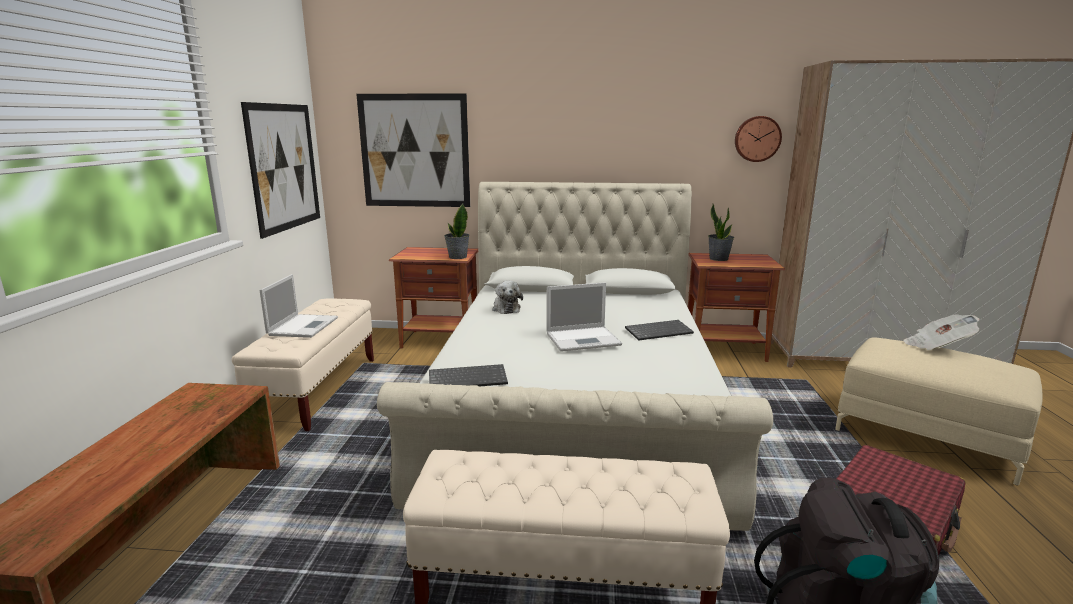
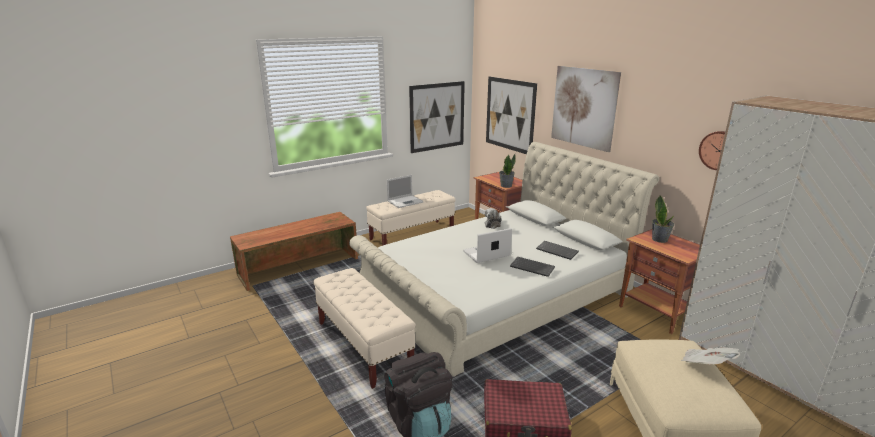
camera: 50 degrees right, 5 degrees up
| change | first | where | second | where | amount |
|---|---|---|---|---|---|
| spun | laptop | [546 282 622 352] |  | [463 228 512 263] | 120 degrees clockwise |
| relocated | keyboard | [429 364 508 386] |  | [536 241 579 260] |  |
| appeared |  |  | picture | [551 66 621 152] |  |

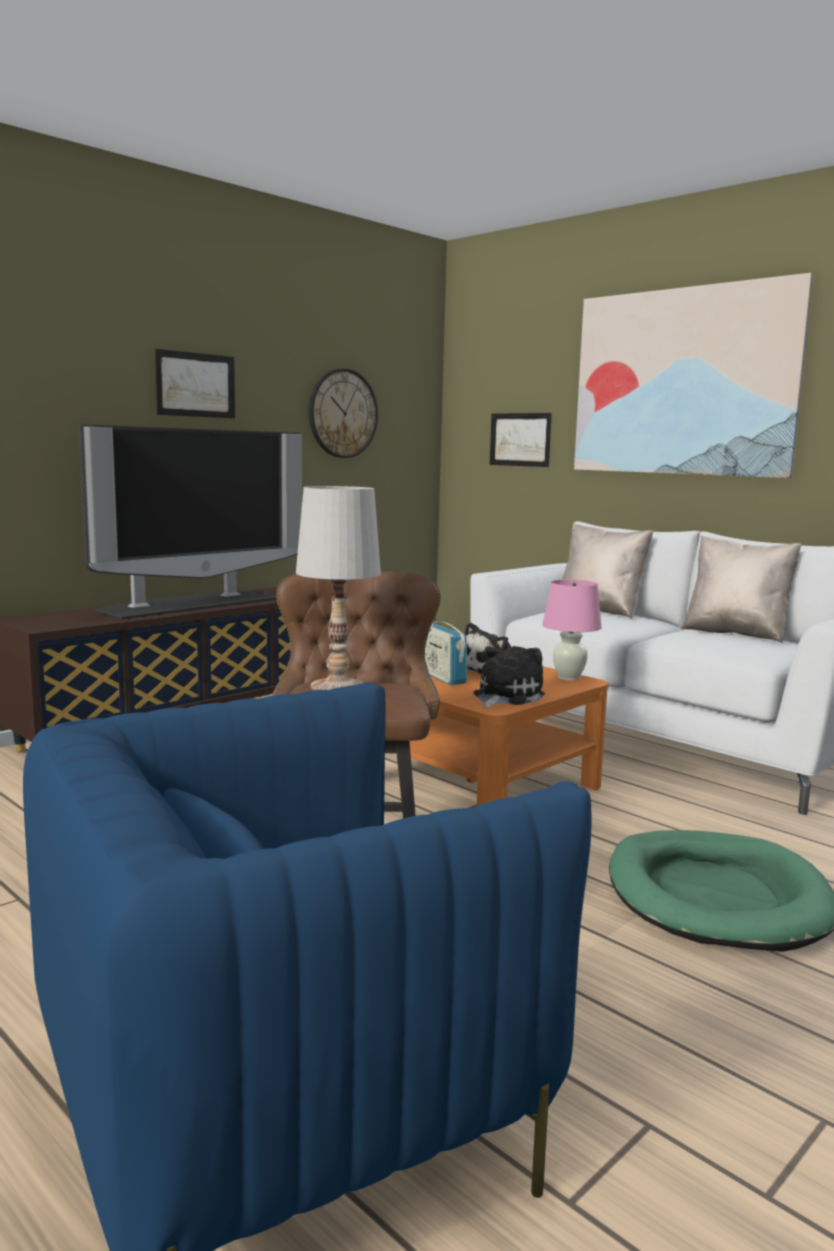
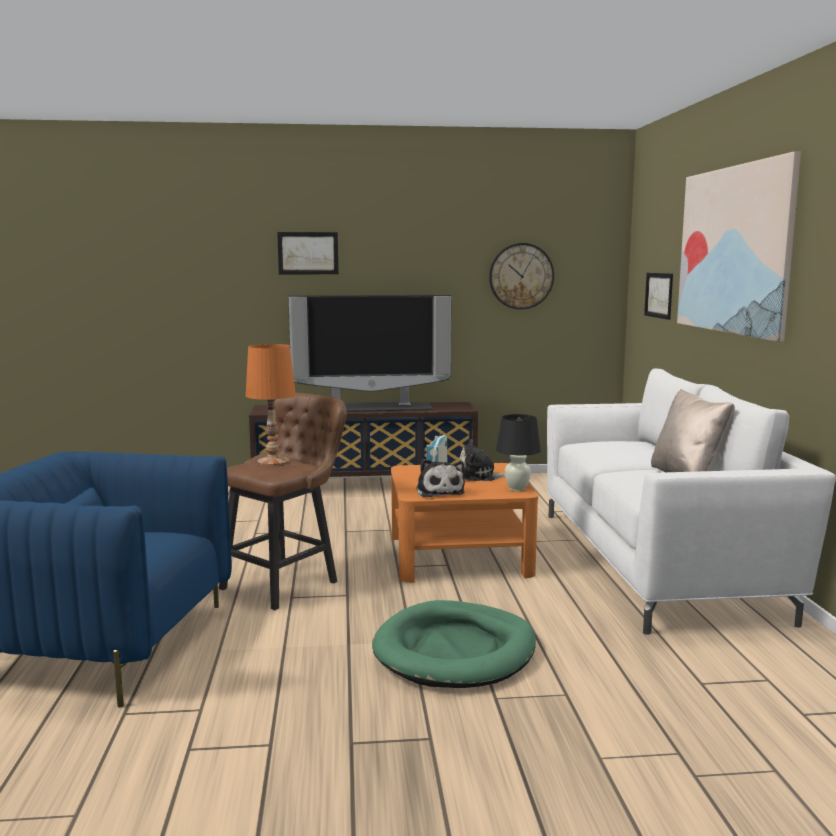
camera: 40 degrees right, 0 degrees up
| change | first | where | second | where | amount |
|---|---|---|---|---|---|
| relocated | picture | [155 349 235 418] |  | [277 232 338 274] |  |
| colour | white_table_lamp | [296 486 381 690] | orange_table_lamp | [246 344 296 466] |  |
| missing | beige_pillow | [562 524 653 618] |  |  |  |
| colour | pink_table_lamp | [543 579 602 681] | black_table_lamp | [496 414 541 491] |  |
| spun | plush_toy | [473 646 545 708] |  | [416 459 465 498] | 90 degrees clockwise |

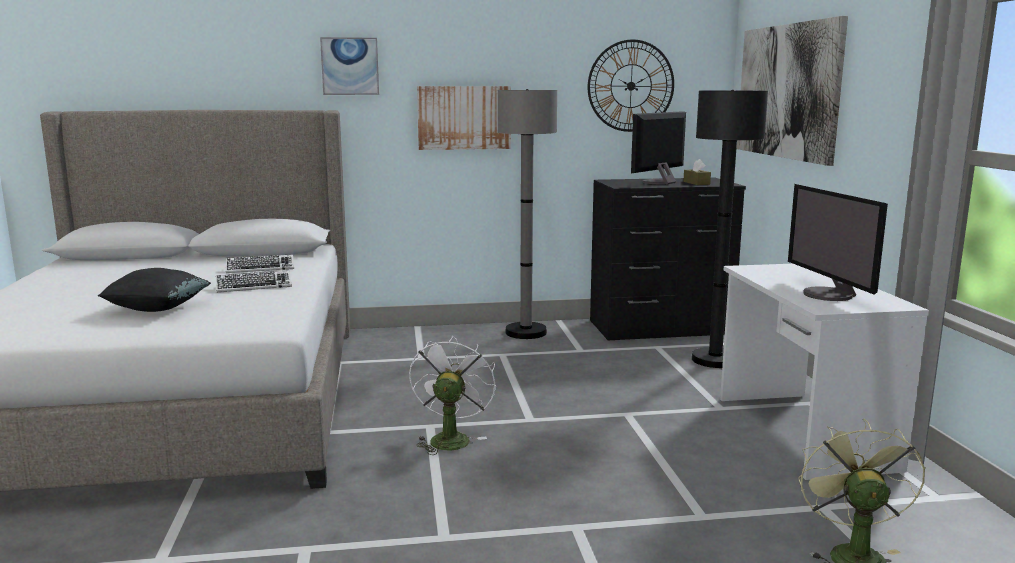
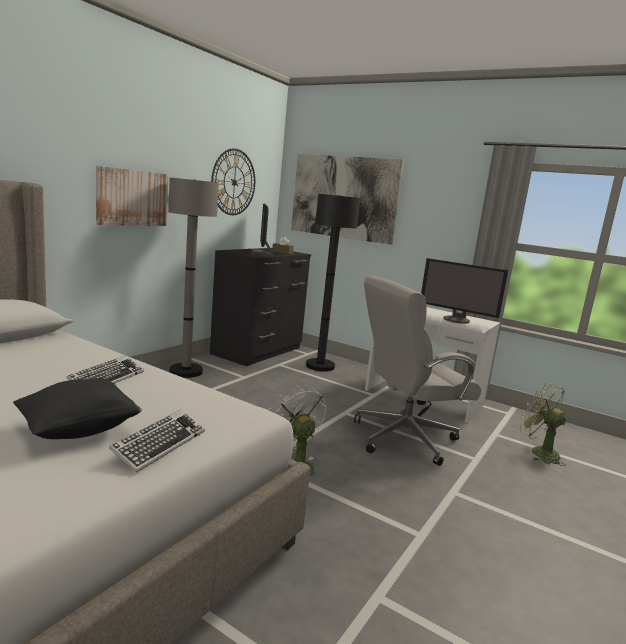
camera: 50 degrees left, 0 degrees up
| change | first | where | second | where | amount |
|---|---|---|---|---|---|
| missing | picture | [320 37 379 95] |  |  |  |
| relocated | keyboard | [226 254 294 273] |  | [109 410 205 473] |  |
| appeared |  |  | grey_office_chair | [354 276 481 466] |  |

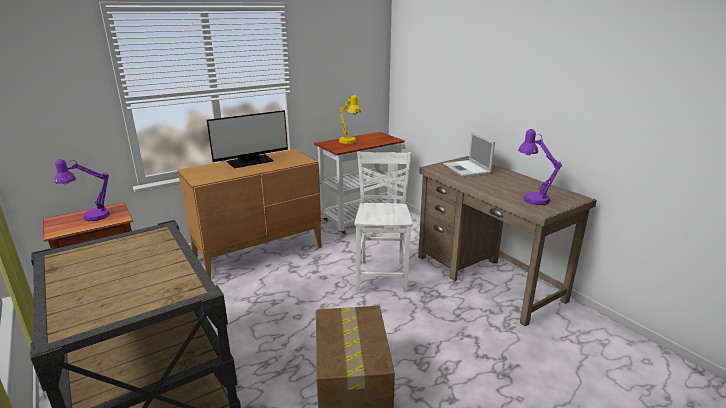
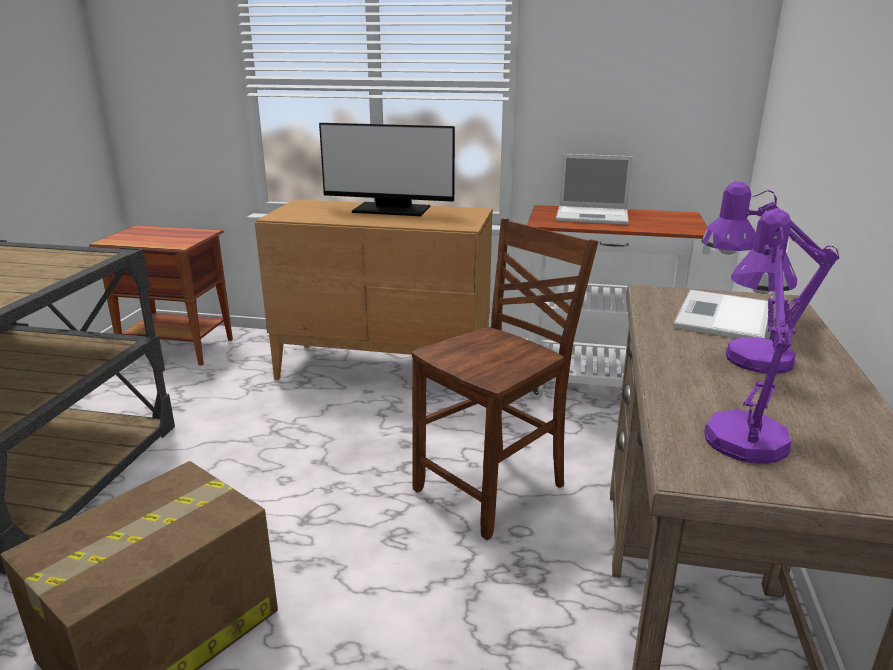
camera: 45 degrees right, 0 degrees up
| change | first | where | second | where | amount |
|---|---|---|---|---|---|
| exchanged | yellow_table_lamp | [339 95 361 144] | laptop | [556 154 633 225] |  |
| colour | white_chair | [354 151 413 292] | brown_chair | [412 218 598 540] |  |
| relocated | purple_table_lamp | [54 159 110 221] |  | [701 181 839 374] |  |

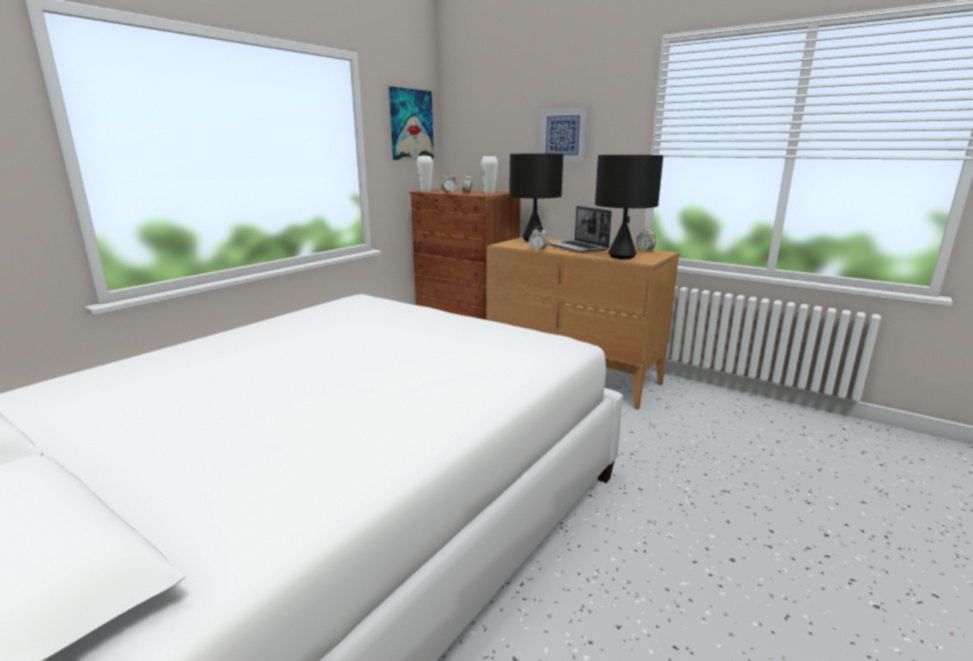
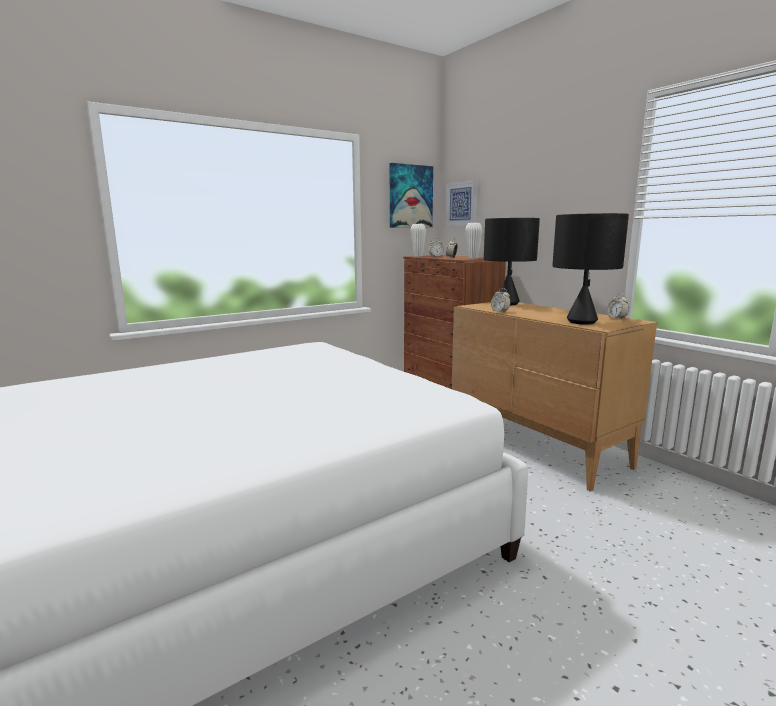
camera: 20 degrees right, 5 degrees down
| change | first | where | second | where | amount |
|---|---|---|---|---|---|
| relocated | picture | [539 107 588 162] |  | [445 180 478 226] |  |
| missing | laptop | [548 206 612 253] |  |  |  |

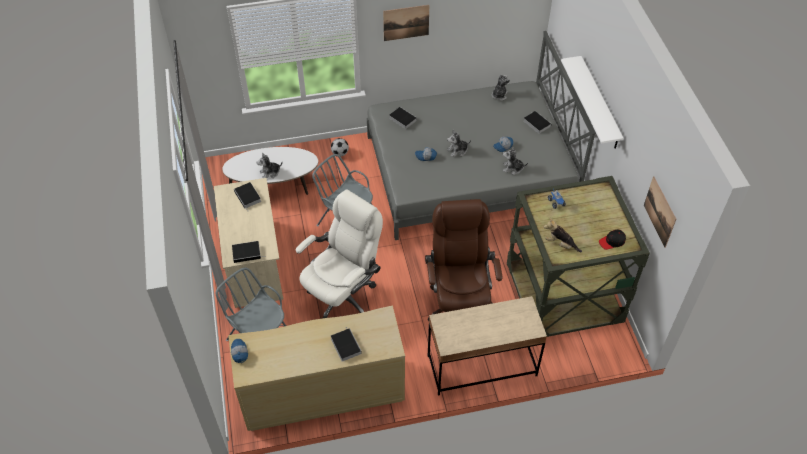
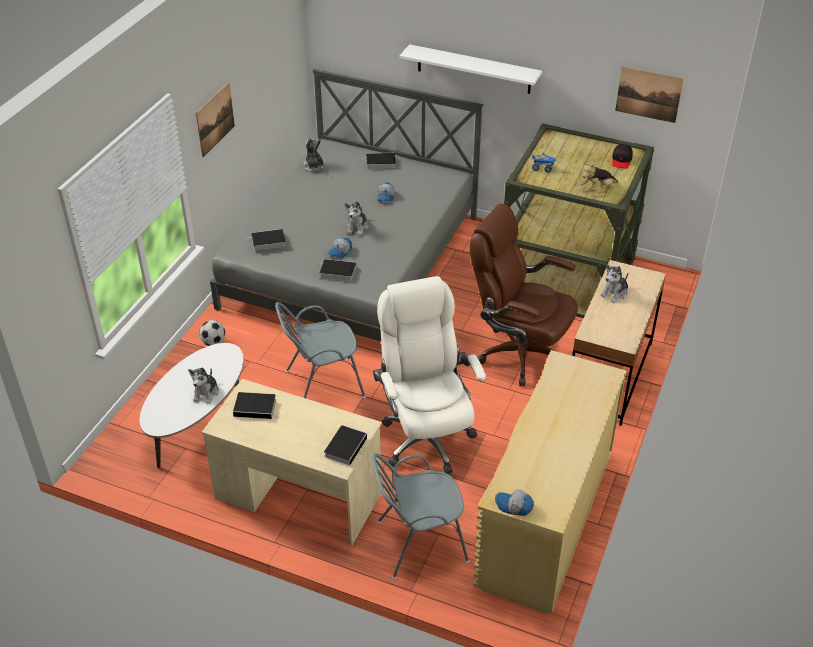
camera: 55 degrees left, 10 degrees down
| change | first | where | second | where | amount |
|---|---|---|---|---|---|
| relocated | plush_toy | [503 147 528 175] |  | [600 264 628 303] |  |
| relocated | book | [331 328 362 362] |  | [319 259 356 281] |  |

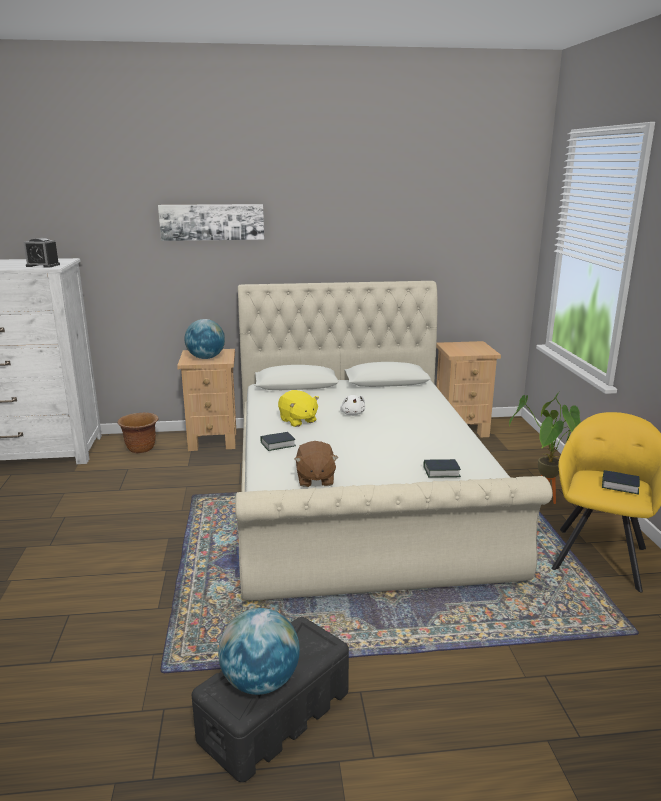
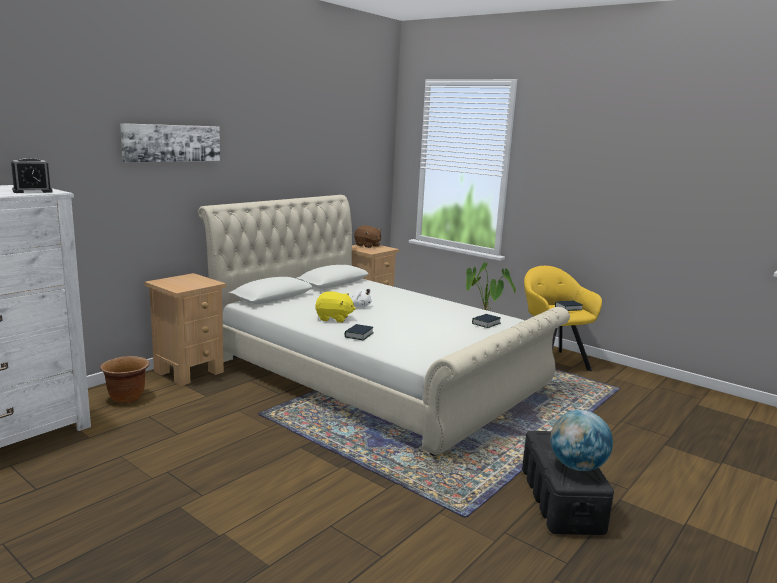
camera: 45 degrees left, 5 degrees down
| change | first | where | second | where | amount |
|---|---|---|---|---|---|
| missing | globe | [184 319 225 359] |  |  |  |
| relocated | brown_plush_toy | [295 441 338 487] |  | [354 225 382 248] |  |

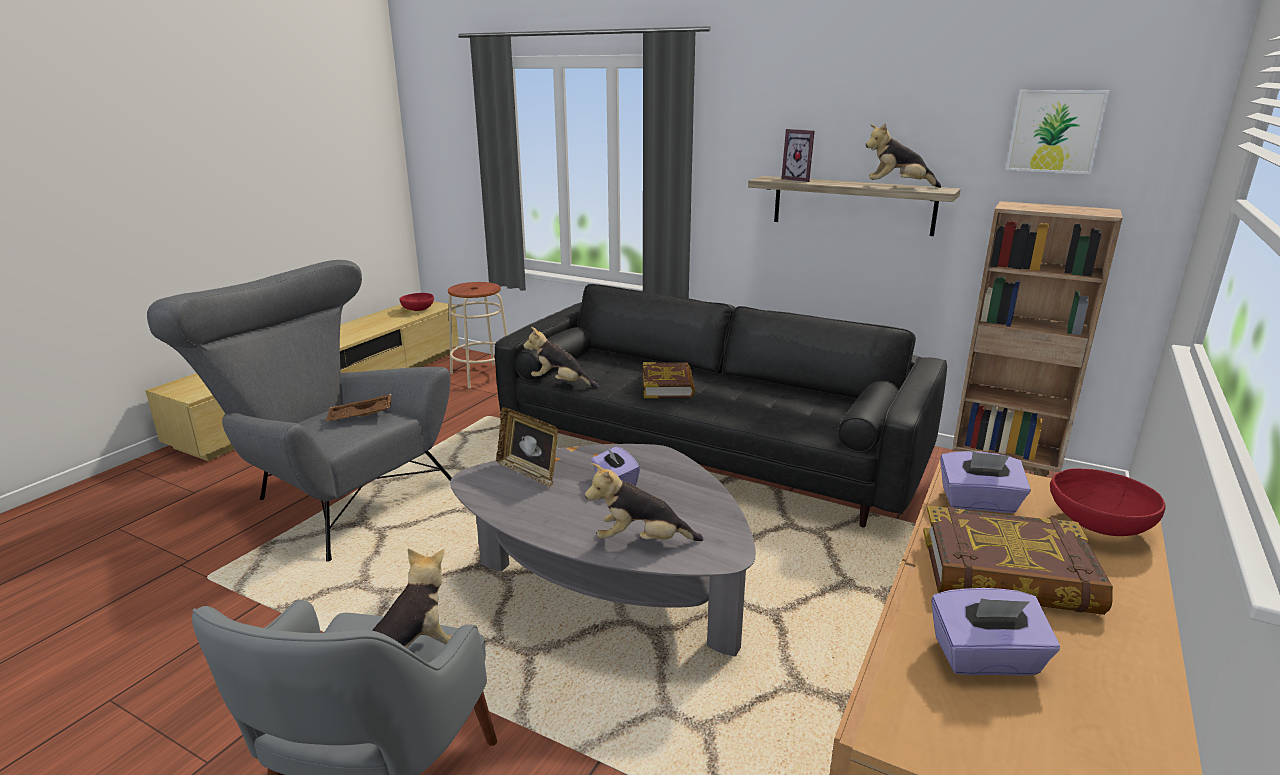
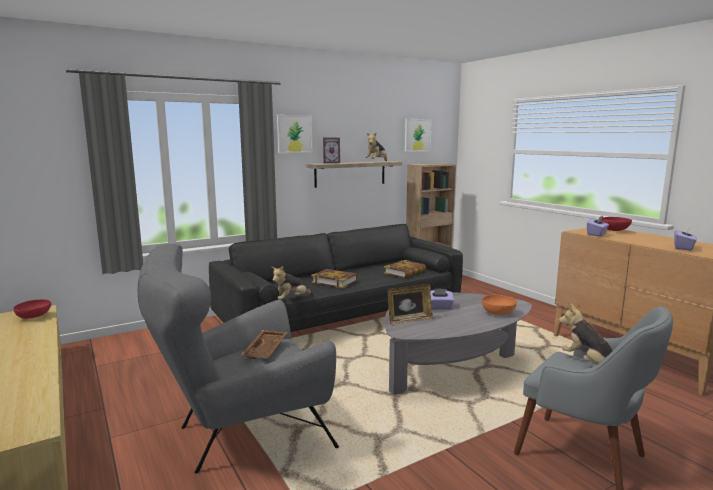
camera: 60 degrees left, 10 degrees down
| change | first | where | second | where | amount |
|---|---|---|---|---|---|
| missing | beige_stool | [448 282 507 388] |  |  |  |
| exchanged | plush_toy | [585 463 704 541] | orange_bowl | [482 295 517 315] |  |
| relocated | book | [923 506 1113 615] |  | [384 260 426 278] |  |
| appeared |  |  | picture | [277 115 313 153] |  |

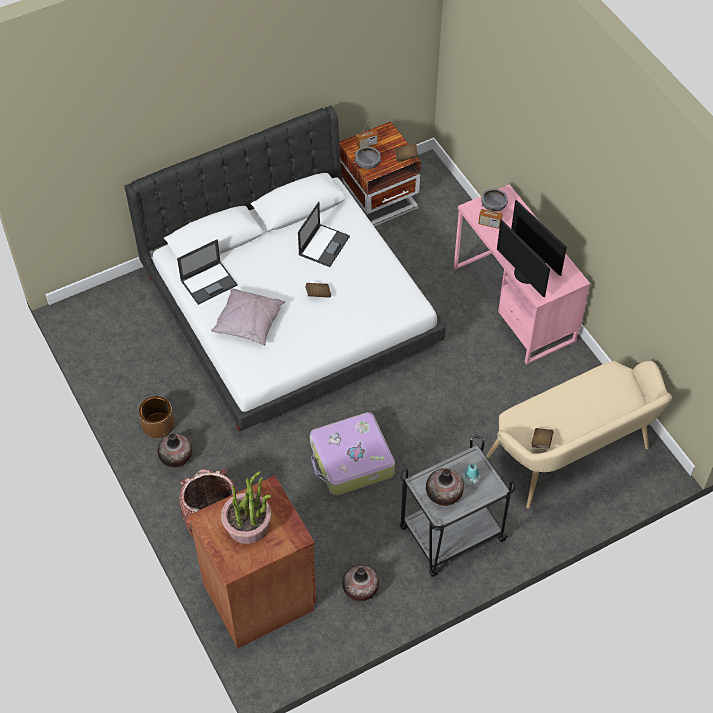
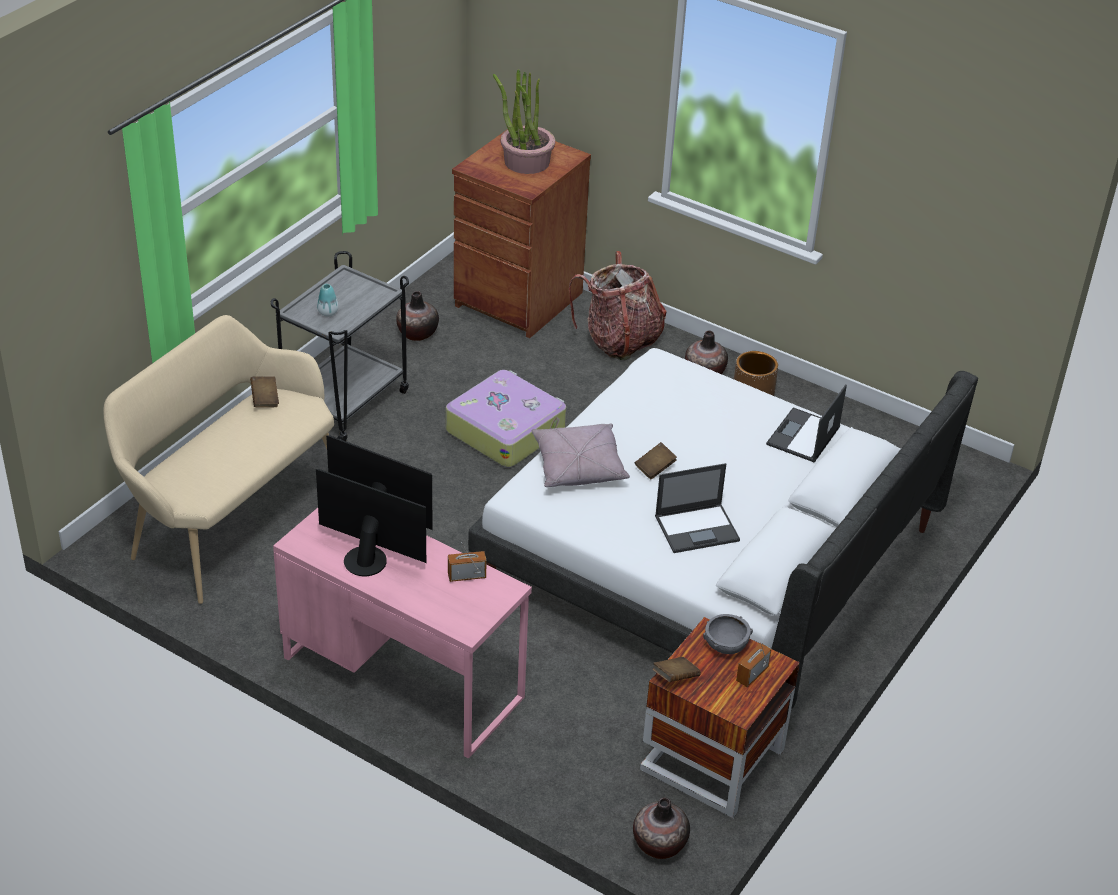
camera: 150 degrees right, 15 degrees down
| change | first | where | second | where | amount |
|---|---|---|---|---|---|
| missing | grey_bowl | [481 188 509 212] |  |  |  |
| spun | laptop | [298 202 350 267] |  | [655 463 740 553] | 105 degrees counterclockwise |
| relocated | purple_pillow | [211 288 285 346] |  | [532 423 630 487] |  |
| relocated | vase | [426 468 464 506] |  | [633 798 690 859] |  |

